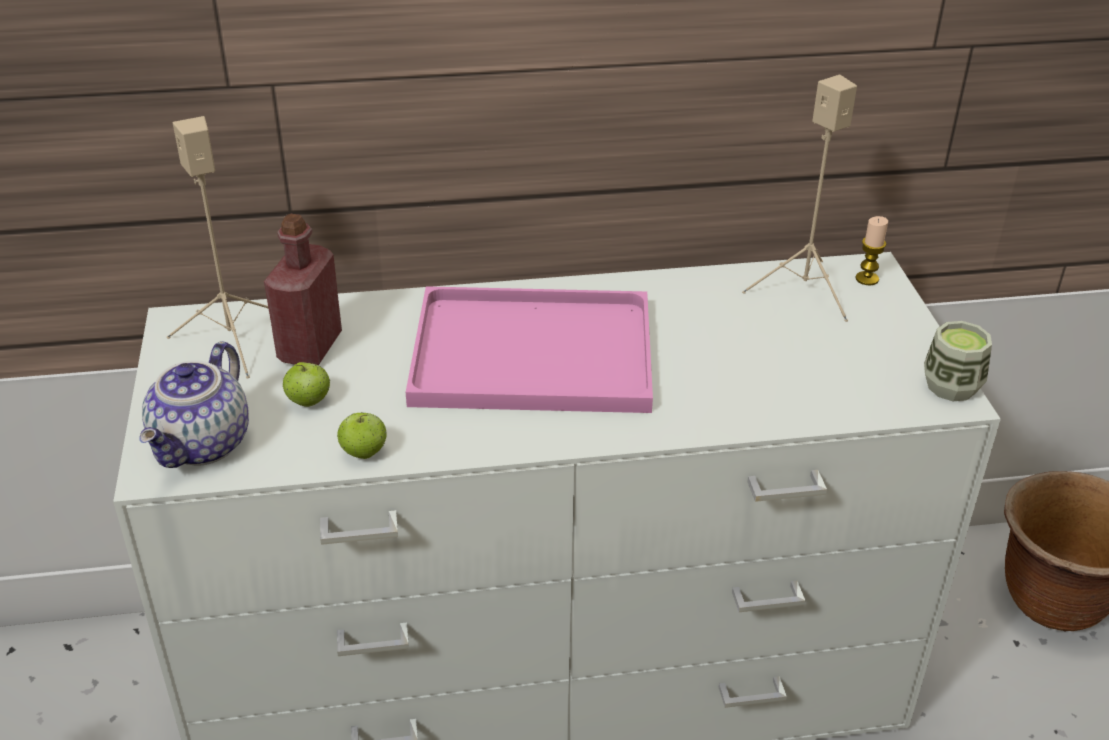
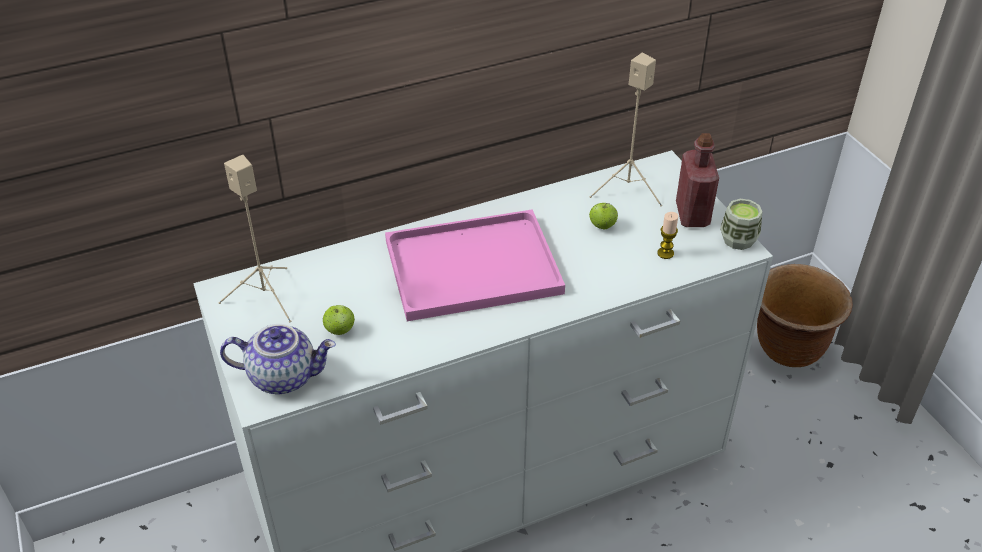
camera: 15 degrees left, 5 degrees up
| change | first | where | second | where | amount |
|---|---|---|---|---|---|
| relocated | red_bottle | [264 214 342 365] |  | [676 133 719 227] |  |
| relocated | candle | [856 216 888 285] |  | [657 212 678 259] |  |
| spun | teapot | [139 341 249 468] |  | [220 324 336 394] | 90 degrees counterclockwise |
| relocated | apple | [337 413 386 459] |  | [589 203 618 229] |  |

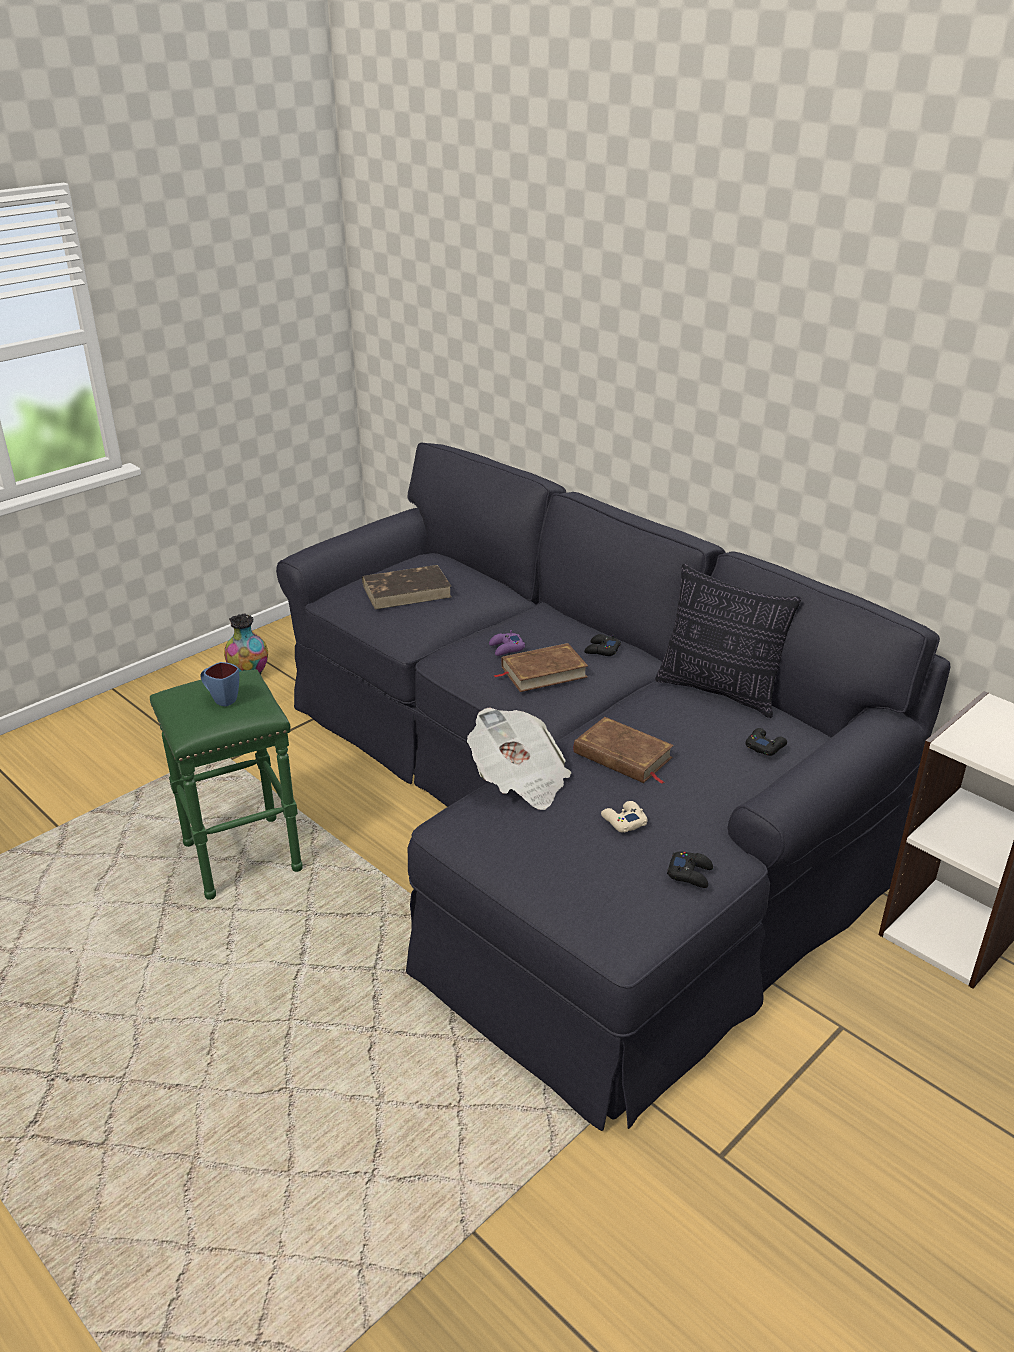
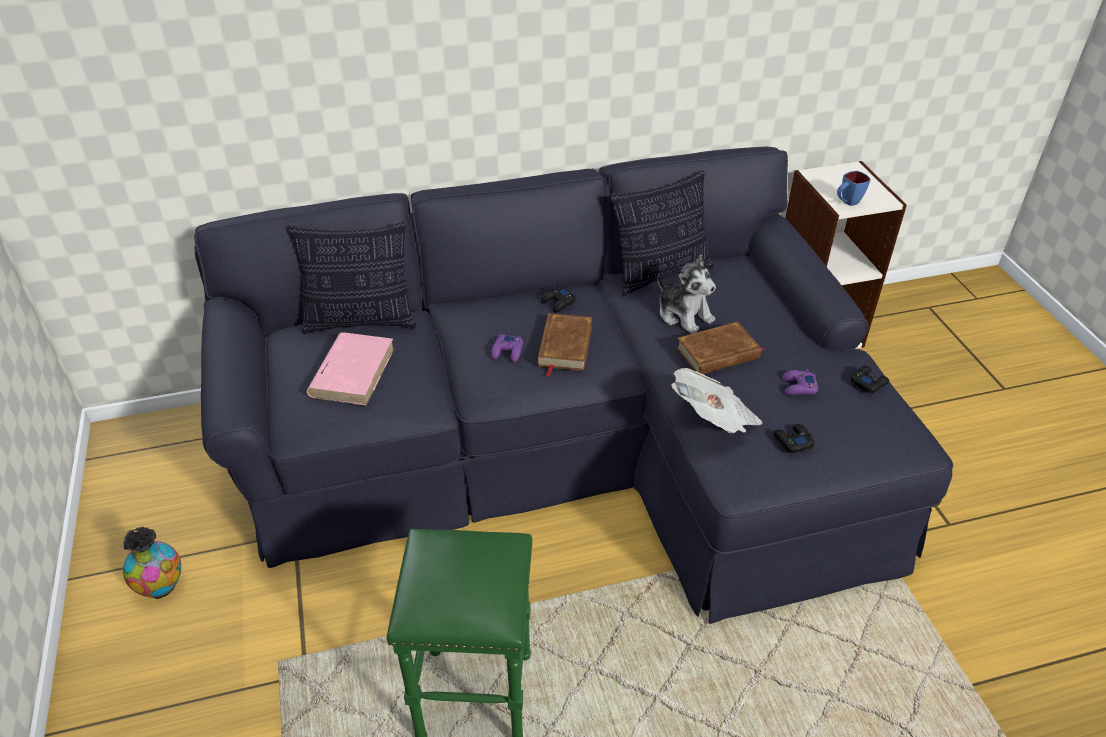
camera: 60 degrees left, 10 degrees up
| change | first | where | second | where | amount |
|---|---|---|---|---|---|
| colour | brown_book | [362 565 452 609] | pink_book | [307 332 395 406] |  |
| relocated | blue_mug | [200 662 239 707] |  | [837 171 871 206] |  |
| relocated | black_game_controller | [746 728 787 756] |  | [773 424 814 454] |  |
| colour | beige_game_controller | [601 801 648 833] | purple_game_controller | [782 369 819 395] |  |
| appeared |  |  | pillow | [288 222 416 335] |  |
| appeared |  |  | plush_toy | [658 255 716 334] |  |

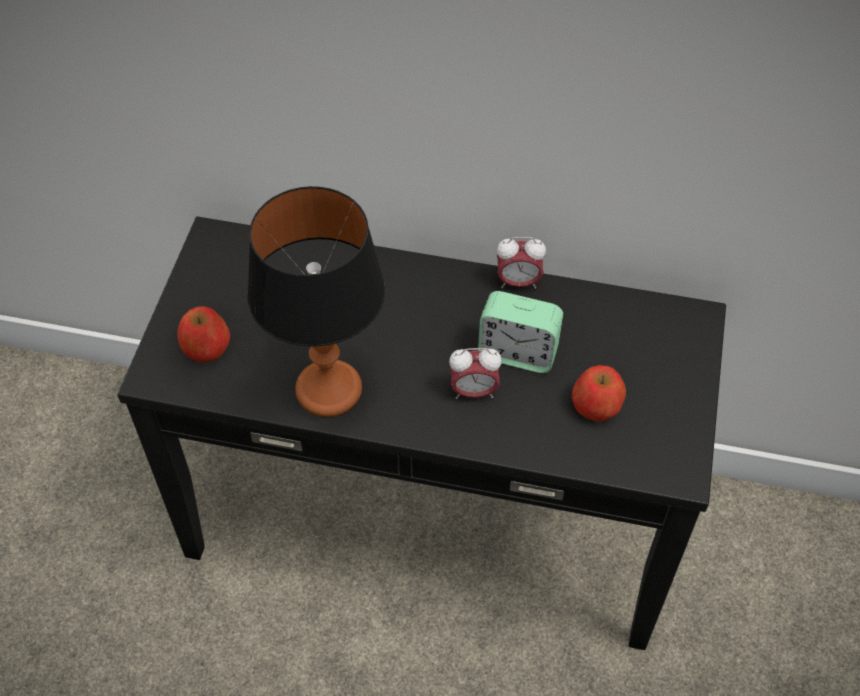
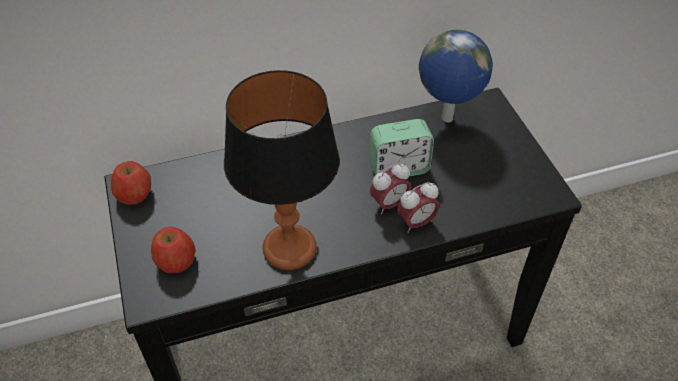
camera: 30 degrees left, 5 degrees down
| change | first | where | second | where | amount |
|---|---|---|---|---|---|
| relocated | alarm_clock | [497 237 546 289] |  | [397 182 440 233] |  |
| relocated | apple | [572 365 626 421] |  | [111 161 151 205] |  |
| appeared |  |  | globe | [419 30 493 122] |  |

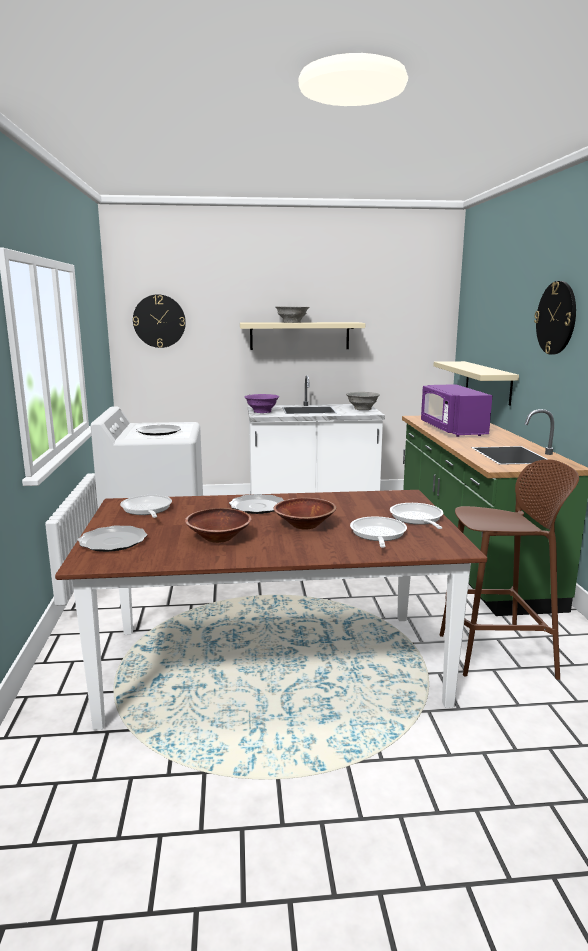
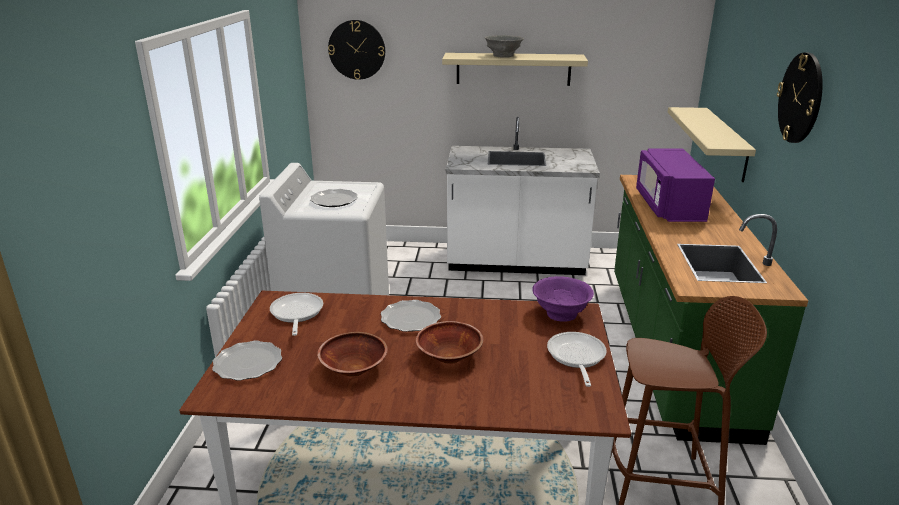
camera: 10 degrees right, 10 degrees up
| change | first | where | second | where | amount |
|---|---|---|---|---|---|
| missing | grey_bowl | [346 392 380 410] |  |  |  |
| relocated | purple_bowl | [245 394 279 413] |  | [532 276 594 322] |  |
| missing | frying_pan | [350 517 407 548] |  |  |  |

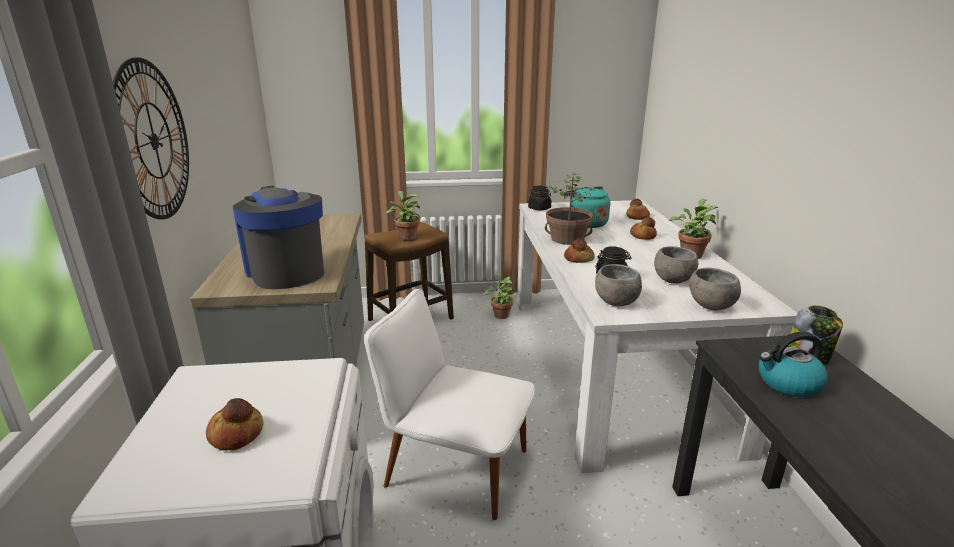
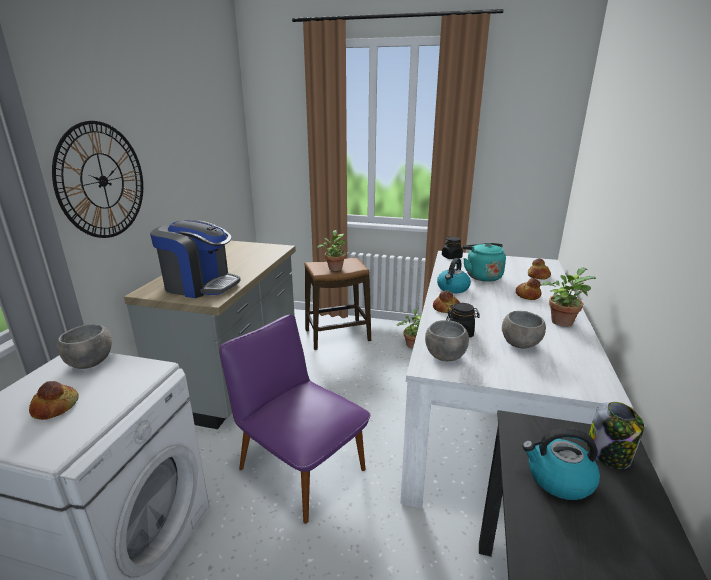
camera: 20 degrees right, 0 degrees up
| change | first | where | second | where | amount |
|---|---|---|---|---|---|
| exchanged | potted_plant | [545 174 593 245] | kettle | [437 258 471 293] |  |
| spun | coffee_machine | [233 186 324 289] |  | [150 220 241 298] | 120 degrees clockwise |
| relocated | grey_bowl | [689 268 741 310] |  | [57 324 112 369] |  |
| colour | white_chair | [364 289 535 520] | purple_chair | [219 315 370 524] |  |

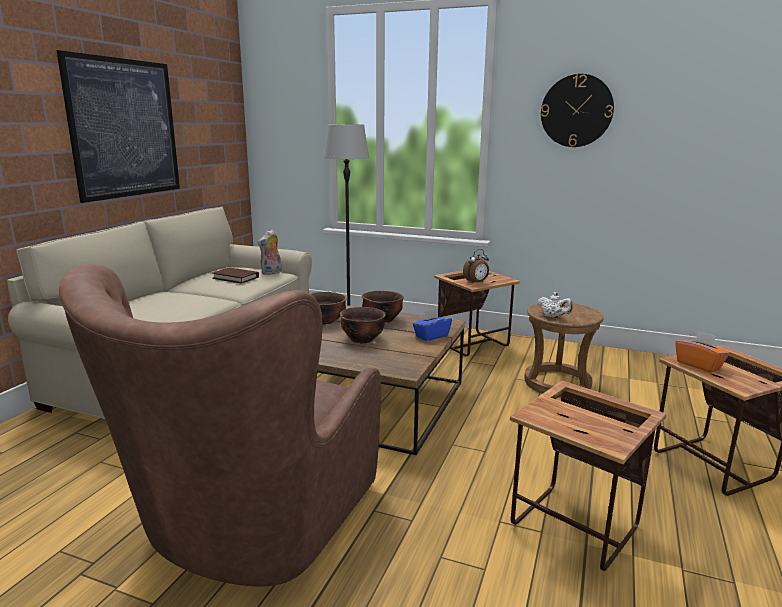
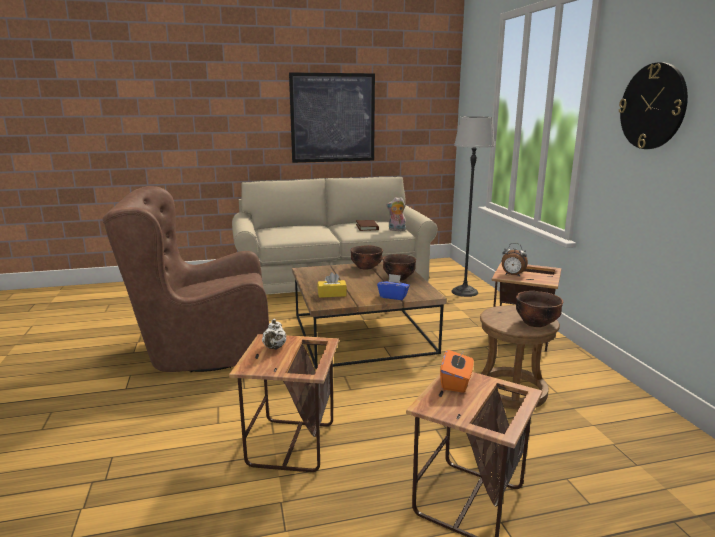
camera: 55 degrees right, 0 degrees up
| change | first | where | second | where | amount |
|---|---|---|---|---|---|
| relocated | white_teapot | [537 292 573 318] |  | [262 319 286 349] |  |
| relocated | brown_bowl | [340 307 386 344] |  | [516 291 563 327] |  |
| appeared |  |  | yellow_tissue_box | [317 272 347 298] |  |

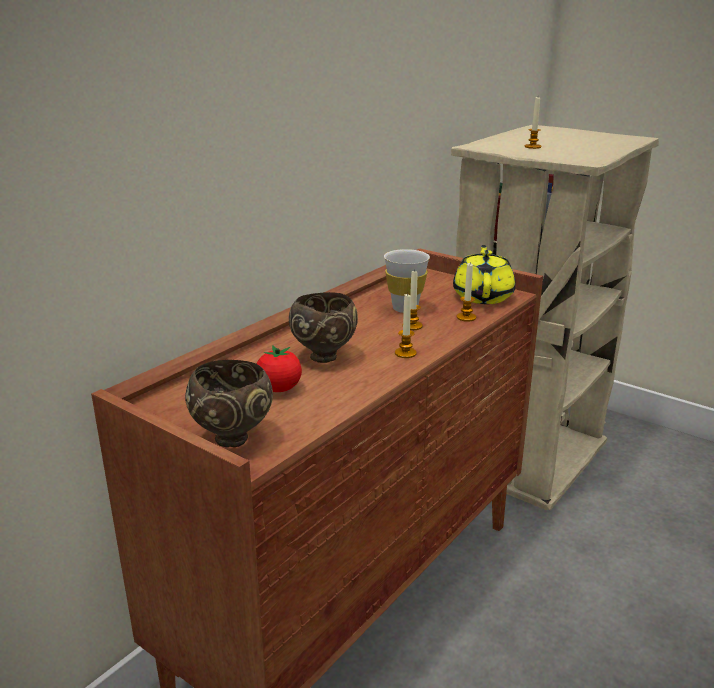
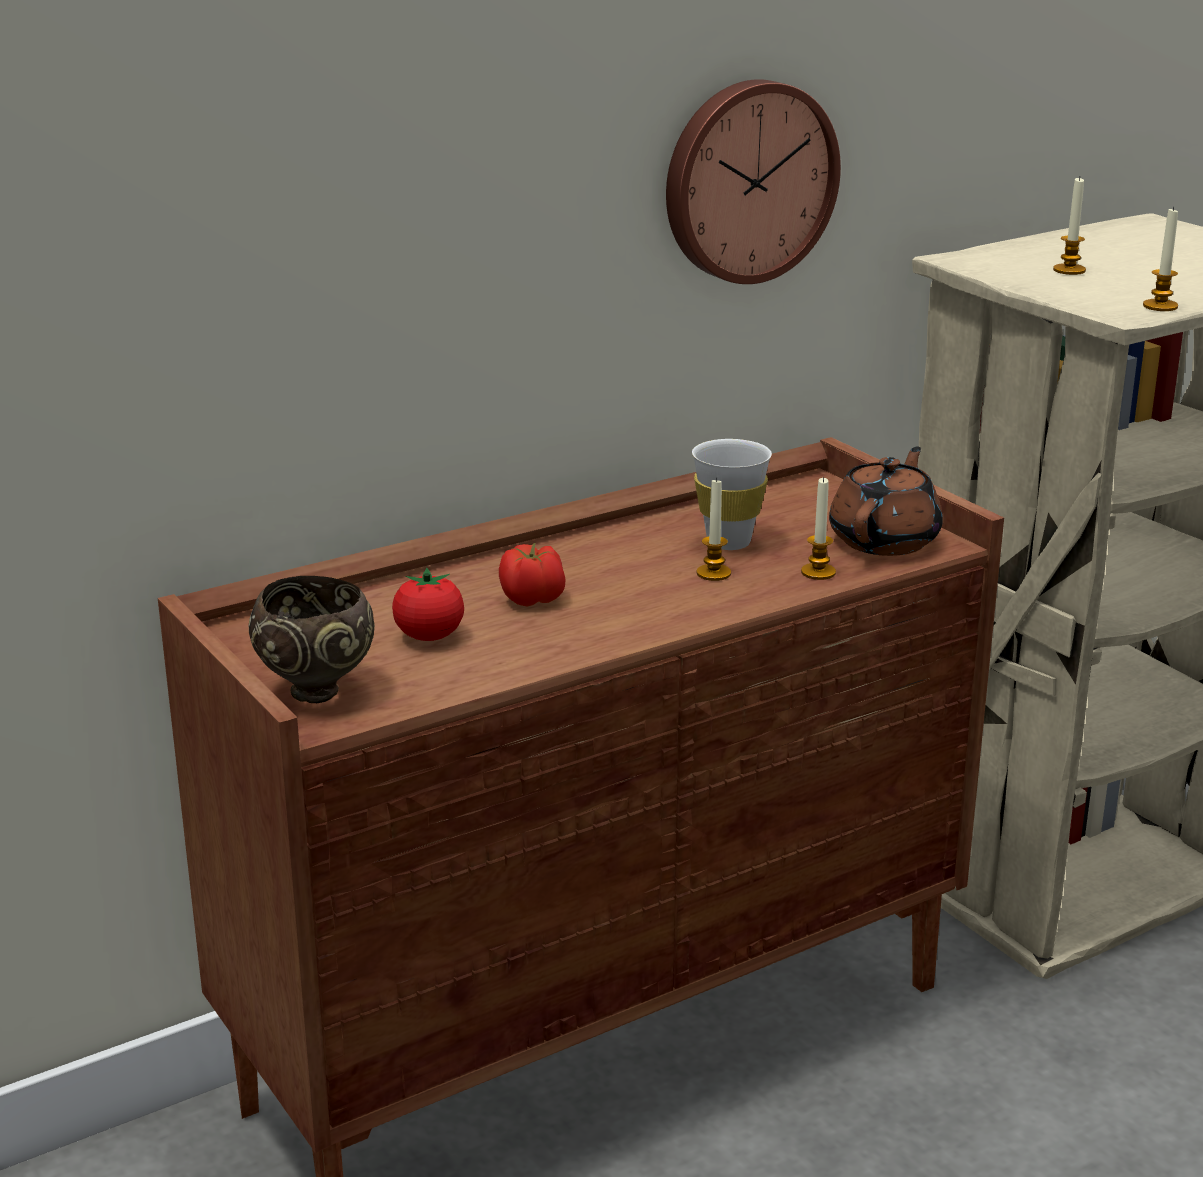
camera: 20 degrees right, 0 degrees up
| change | first | where | second | where | amount |
|---|---|---|---|---|---|
| colour | yellow_teapot | [453 245 516 304] | brown_teapot | [829 446 943 556] |  |
| exchanged | brown_bowl | [289 292 358 363] | tomato | [499 543 566 607] |  |
| relocated | candle | [395 293 417 358] |  | [1143 206 1178 311] |  |
| appeared |  |  | wall_clock | [666 79 841 284] |  |

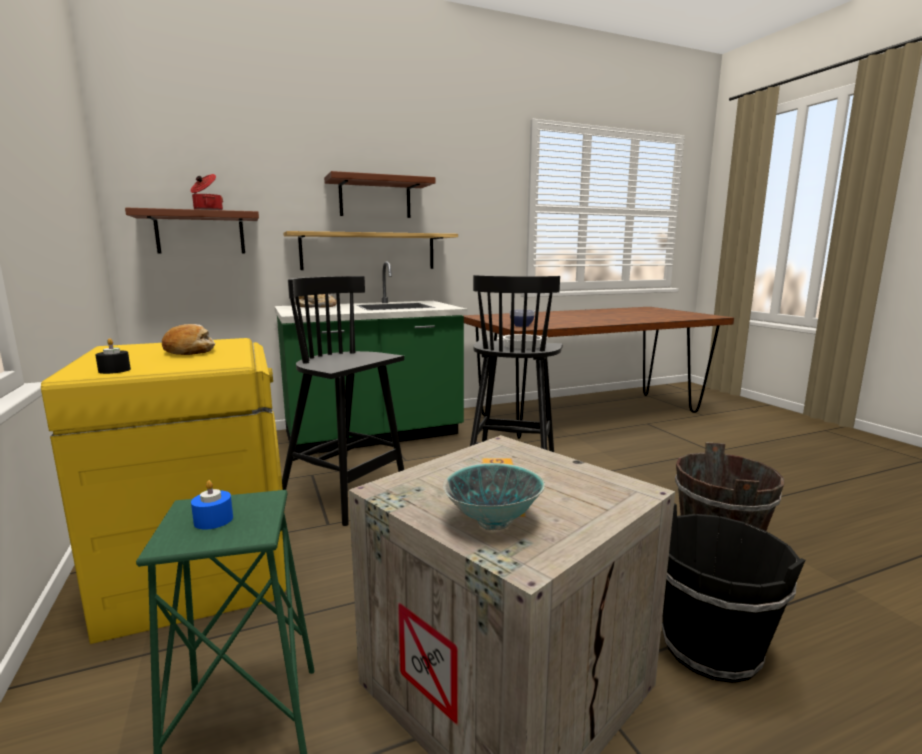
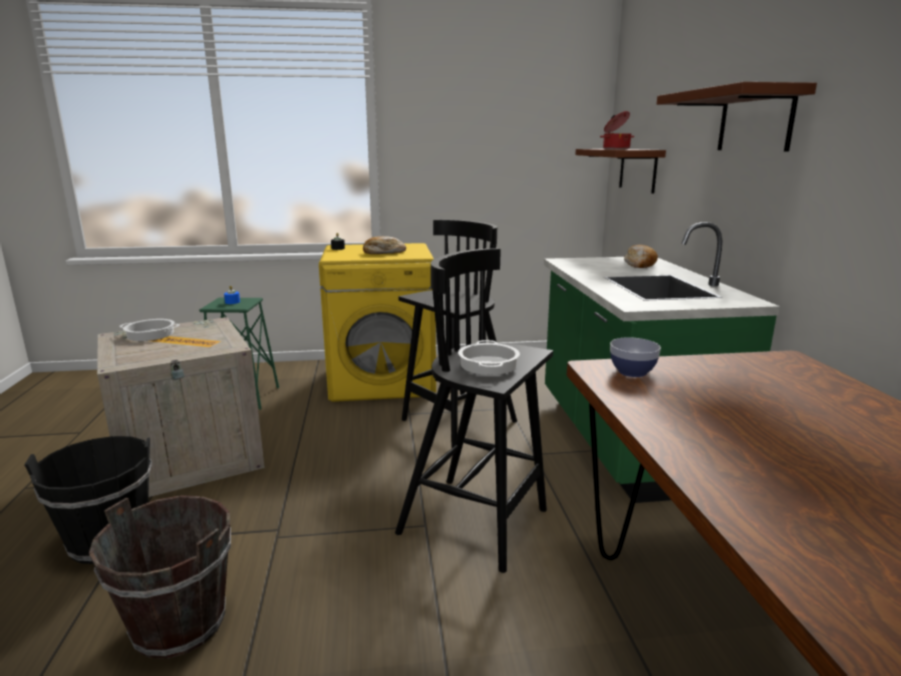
camera: 105 degrees right, 5 degrees up
| change | first | where | second | where | amount |
|---|---|---|---|---|---|
| missing | shelf | [283 231 458 270] |  |  |  |
| exchanged | bowl | [443 463 545 530] | cooking_pot | [119 319 180 341] |  |

